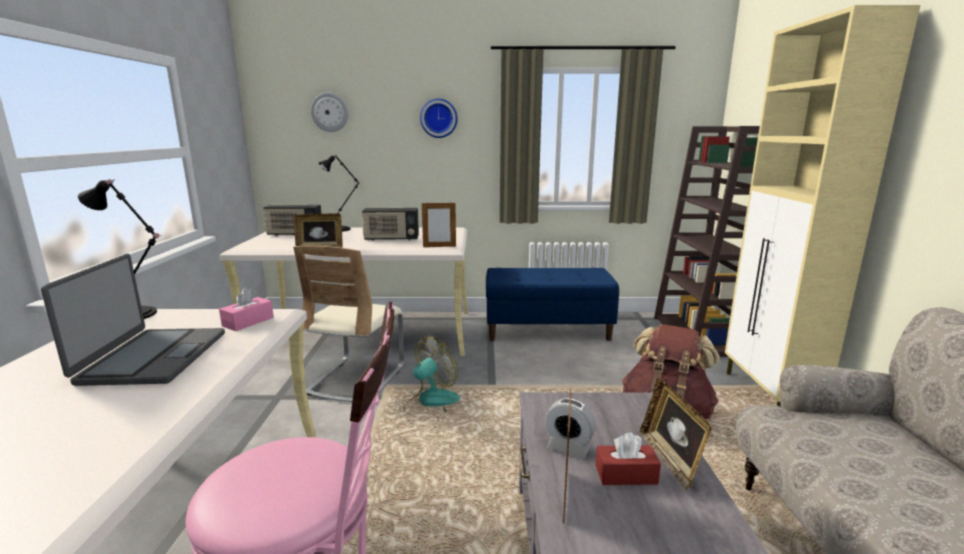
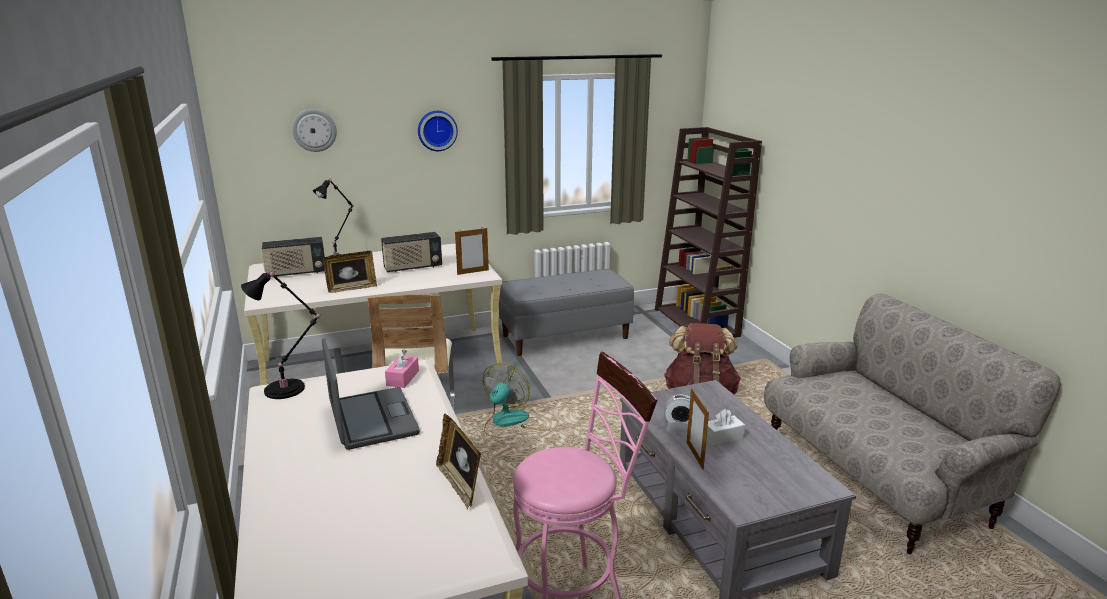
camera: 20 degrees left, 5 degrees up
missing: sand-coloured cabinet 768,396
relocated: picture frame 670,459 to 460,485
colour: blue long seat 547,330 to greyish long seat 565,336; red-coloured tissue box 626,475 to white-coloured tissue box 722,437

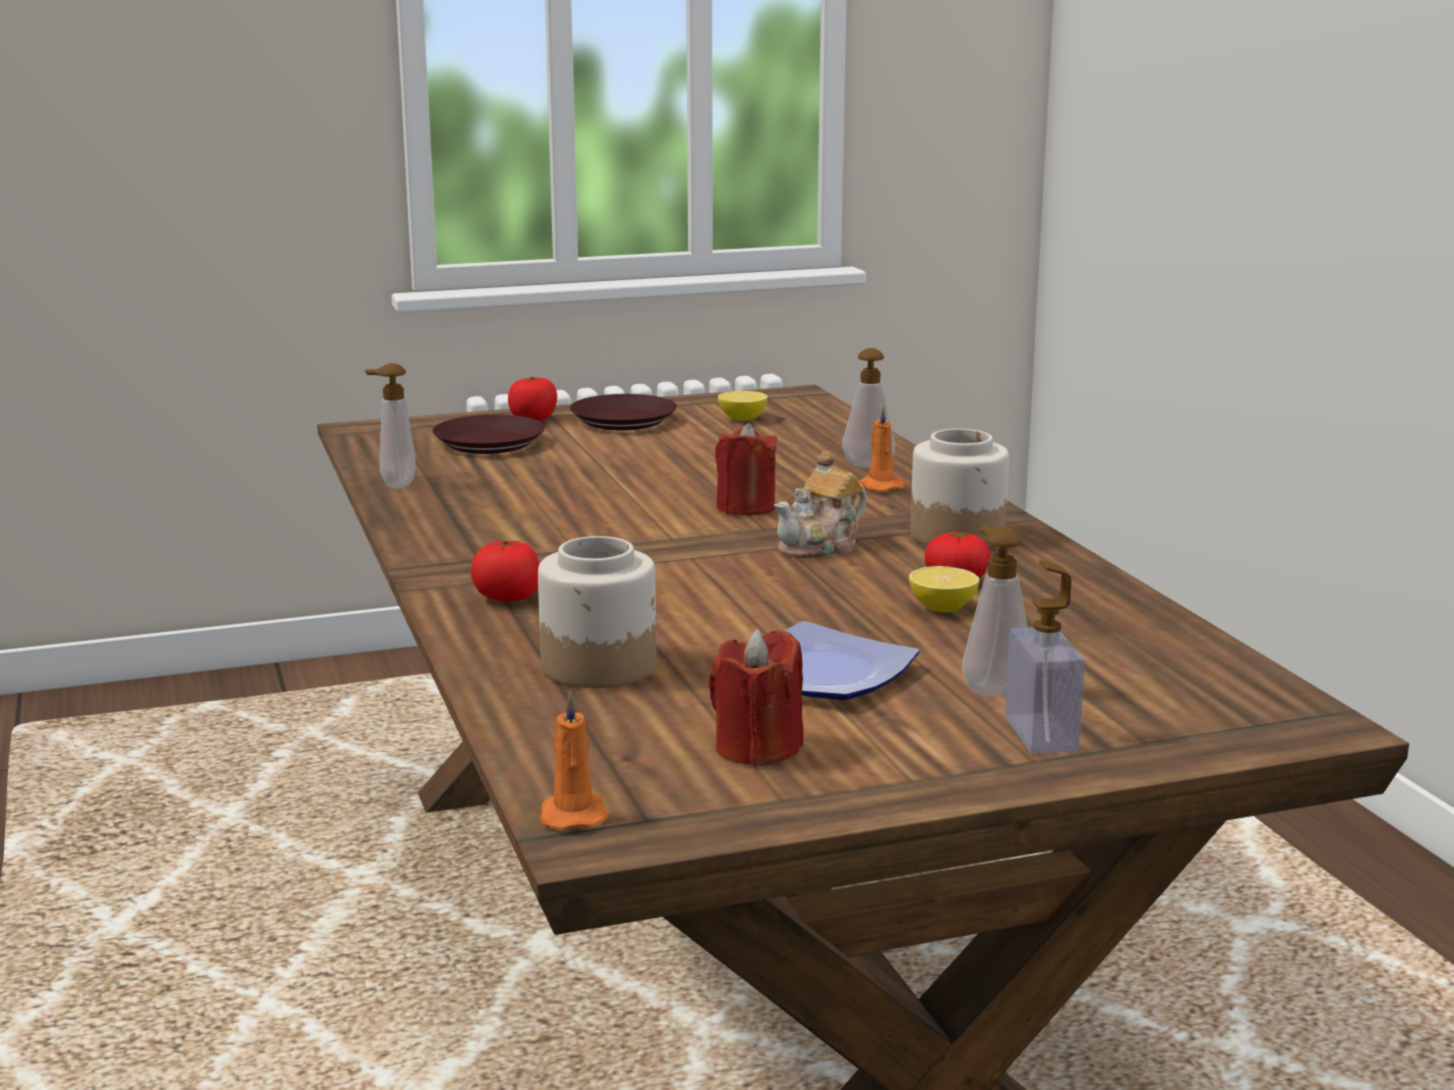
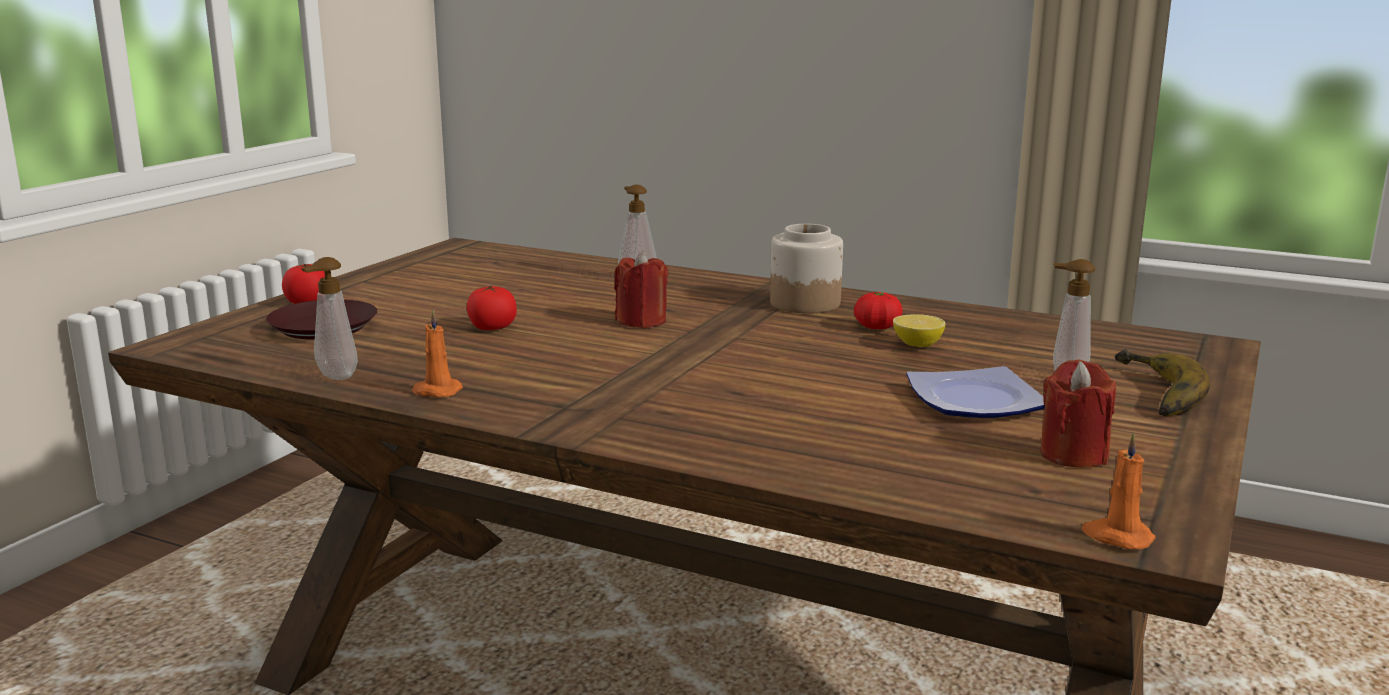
camera: 45 degrees left, 0 degrees up
missing: lemon 742,419; brownish flat dish 622,421; pot for tea 821,546; storage jar 600,666
relocated: orange wax light 879,486 to 436,391; tomato 507,598 to 492,328
exchanged: liquid soap bottle 1040,734 to banana fruit 1149,392

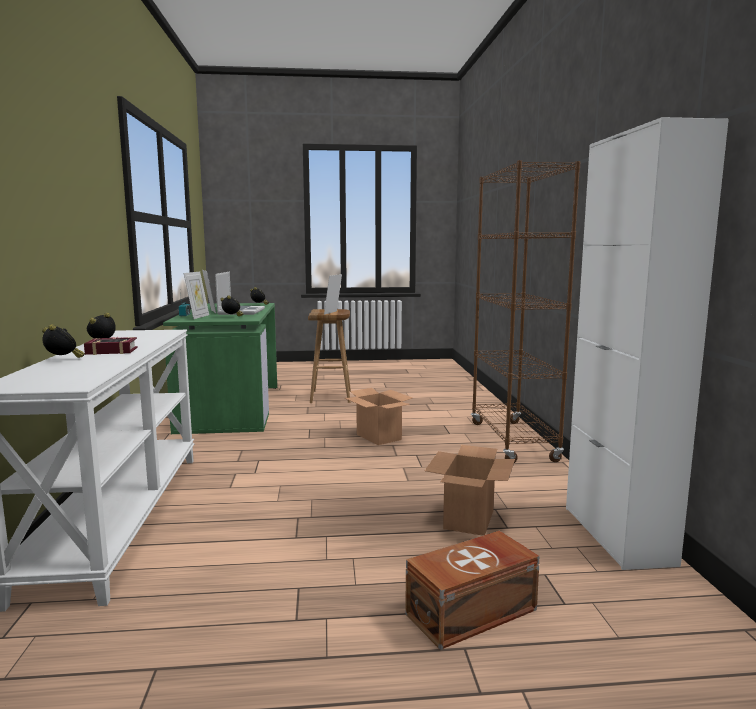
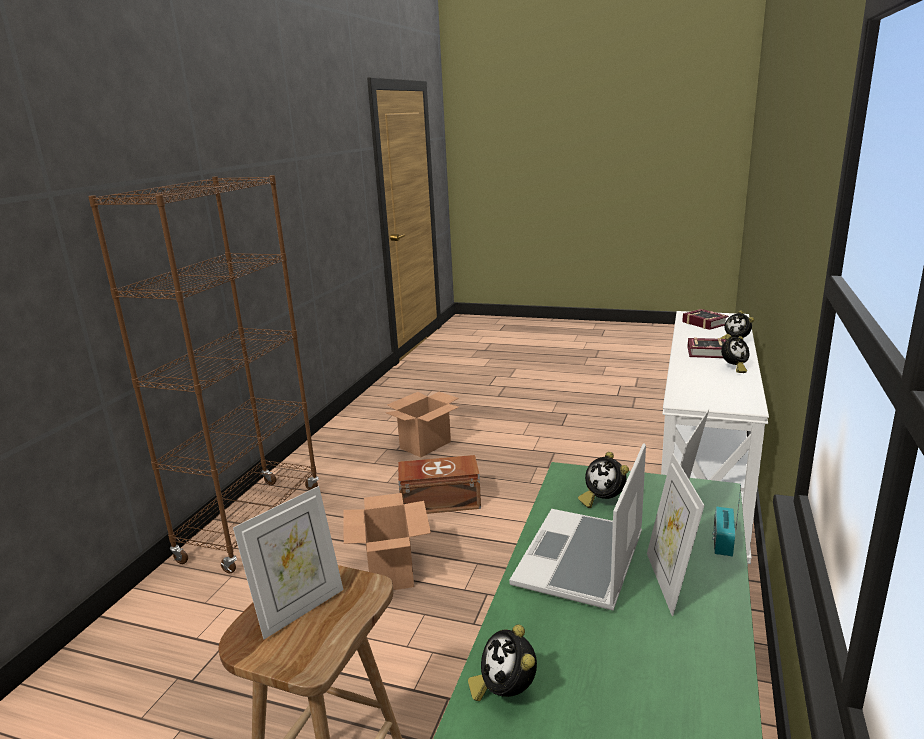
camera: 155 degrees left, 10 degrees up
missing: white-coloured cabinet 617,535
appeared: volume 704,323
relocated: brownish storage box 474,612 to 438,501

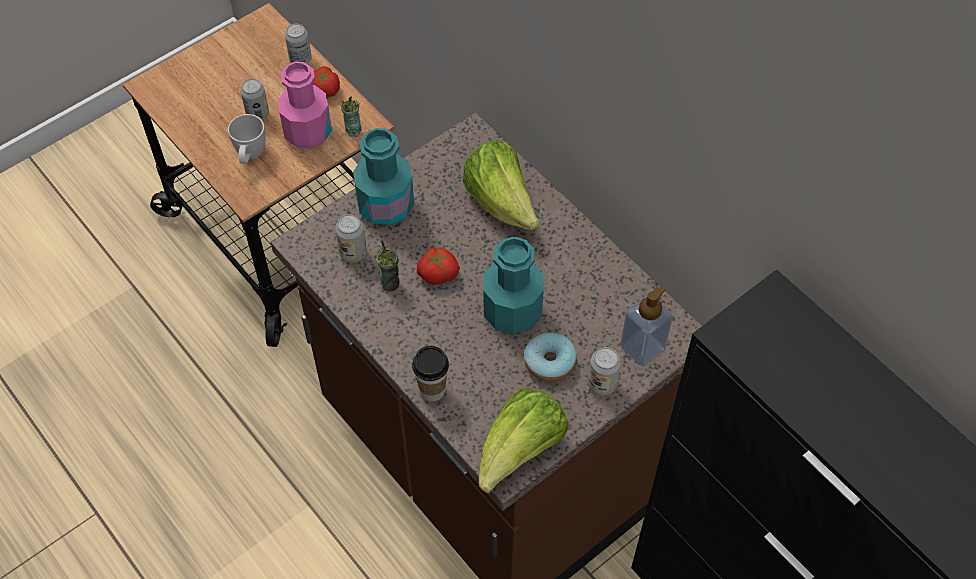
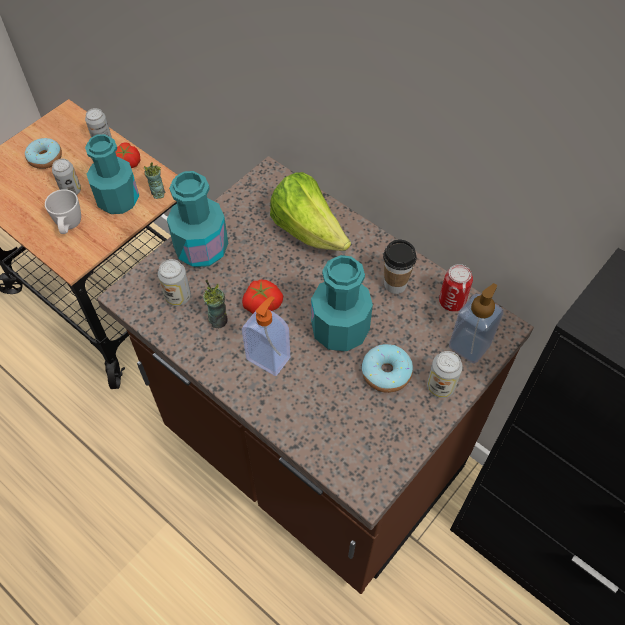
camera: 10 degrees left, 0 degrees up
missing: head of lettuce 520,451
appeared: doughnut 45,158; can 452,301; liquid soap bottle 269,357
relocated: cup 432,390 to 395,284
colour: pinkish bottle 308,132 to turquoise-coloured bottle 118,200

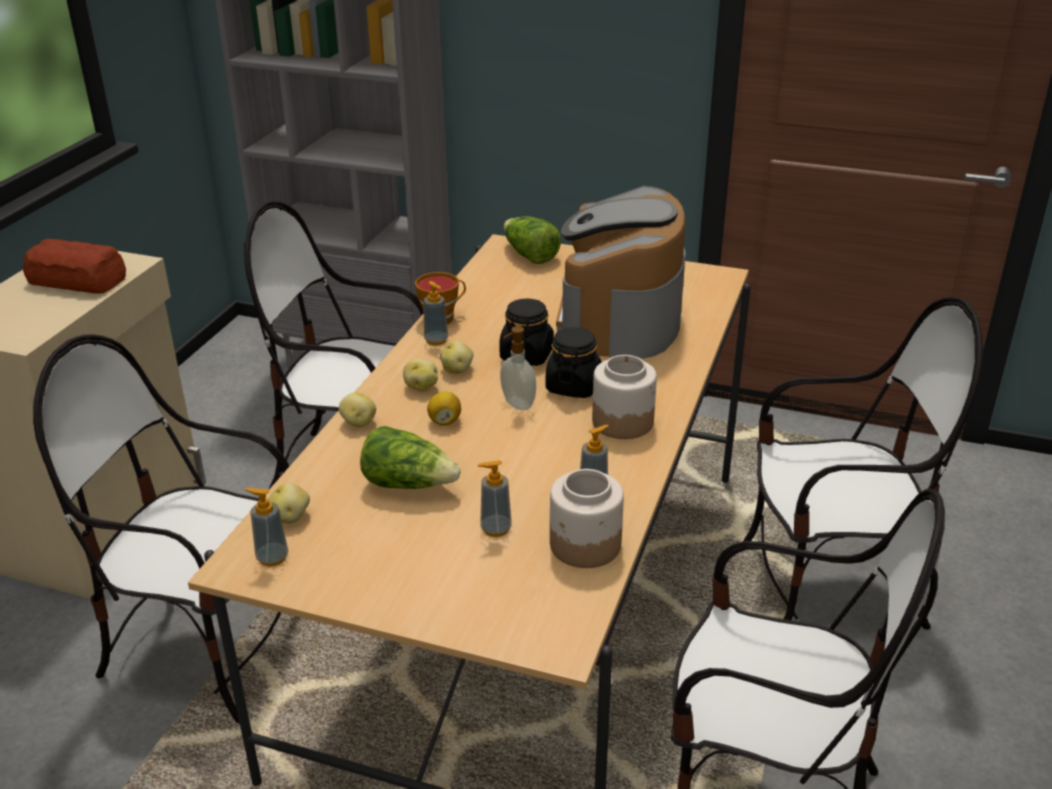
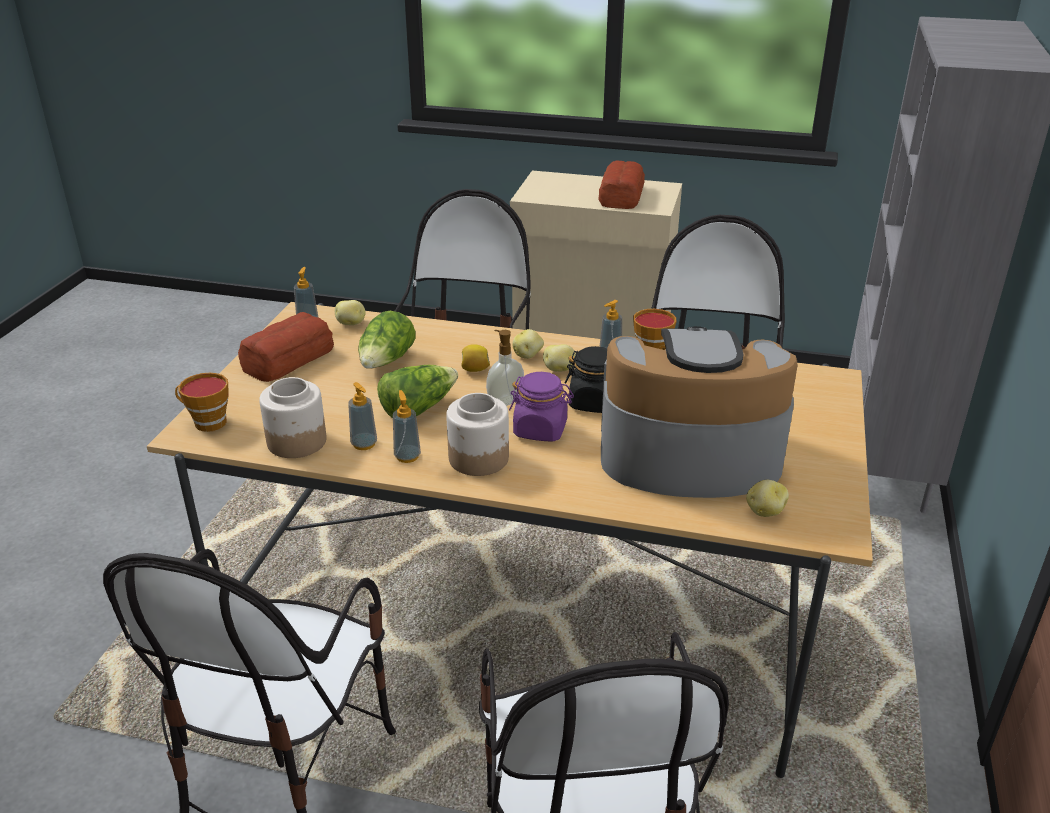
camera: 85 degrees right, 0 degrees up
appeared: baked bread 287,359; cup 206,422
relocated: head of lettuce 529,255 to 418,408; whole potato 358,423 to 764,511; liquid soap bottle 495,529 to 407,456
colour: black storage jar 573,386 to purple-coloured storage jar 540,429

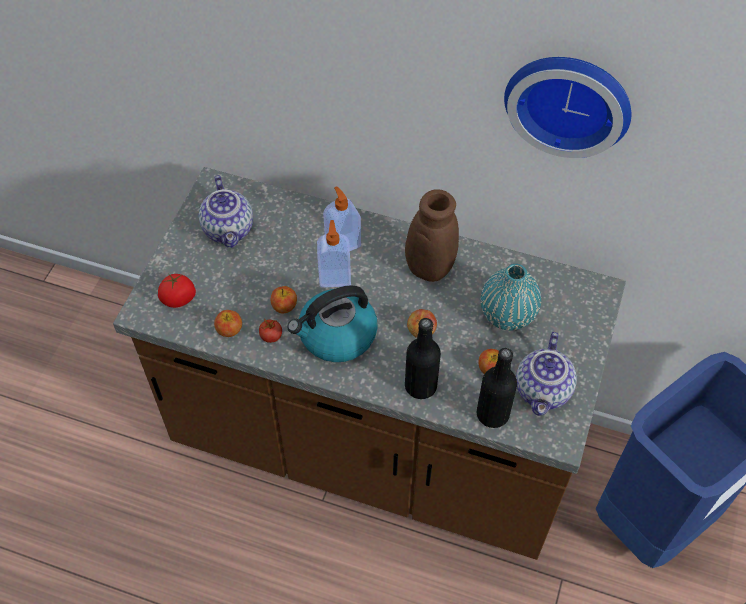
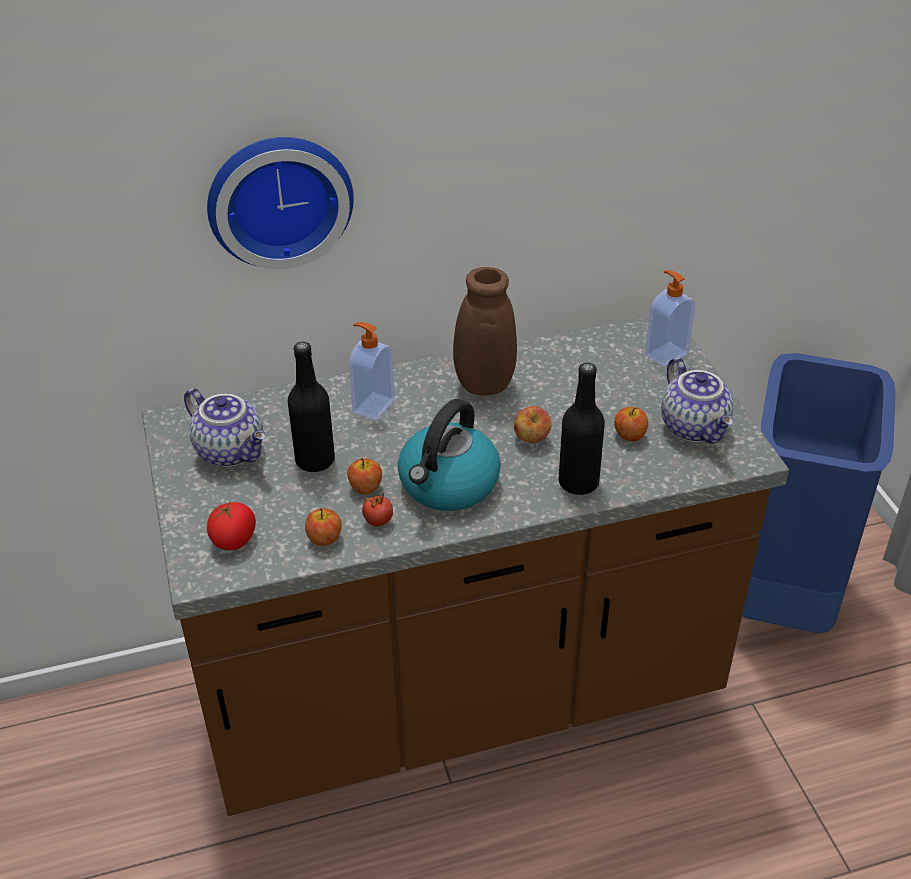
camera: 35 degrees left, 15 degrees down
missing: turquoise-coloured flower vase 507,314
relocated: hanging clock 569,99 to 278,198; liquid soap bottle 335,277 to 665,354; black bottle 492,414 to 315,460

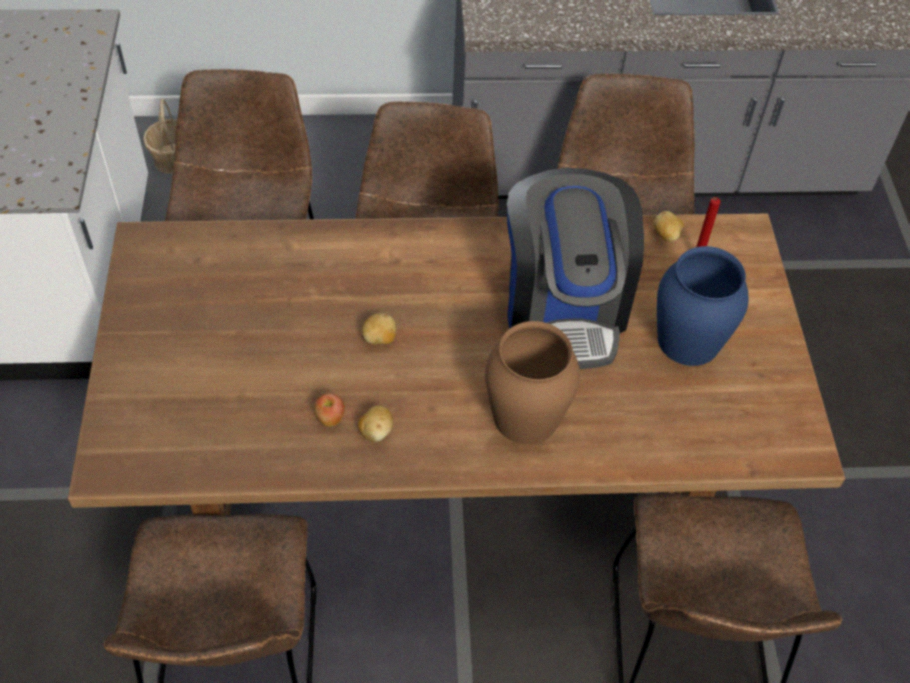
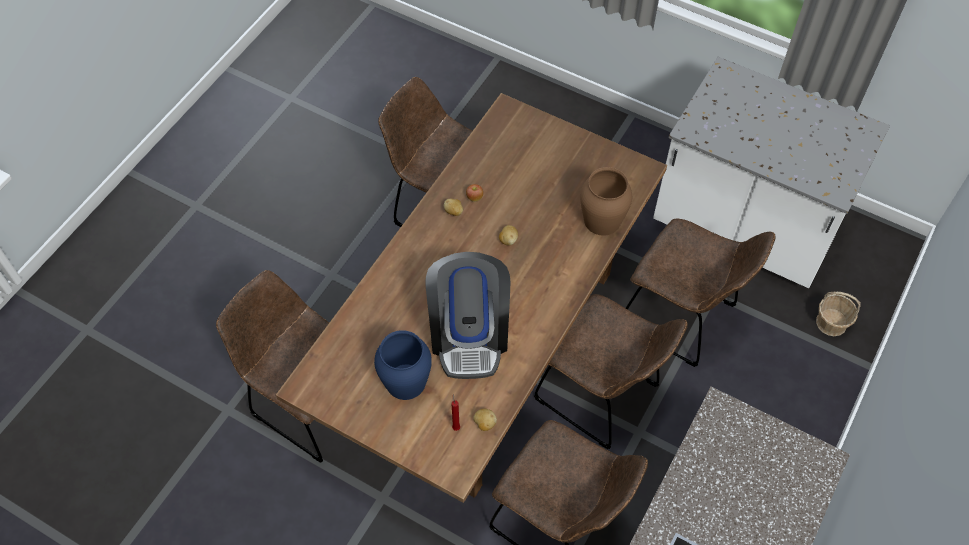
camera: 125 degrees right, 5 degrees up
relocated: brownish flower vase 526,417 to 601,220
spun: coffee maker 564,308 = 469,334 120 degrees counterclockwise

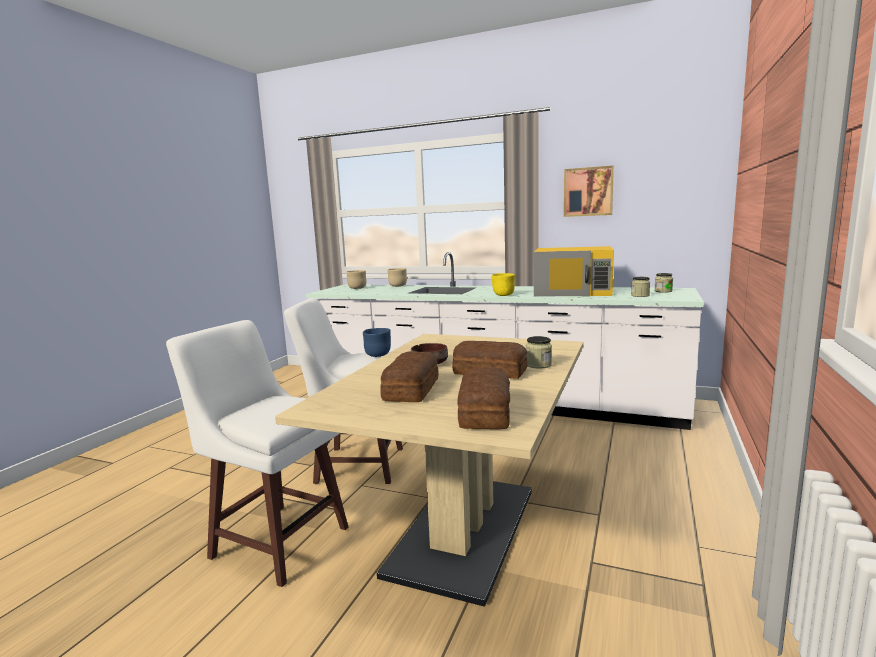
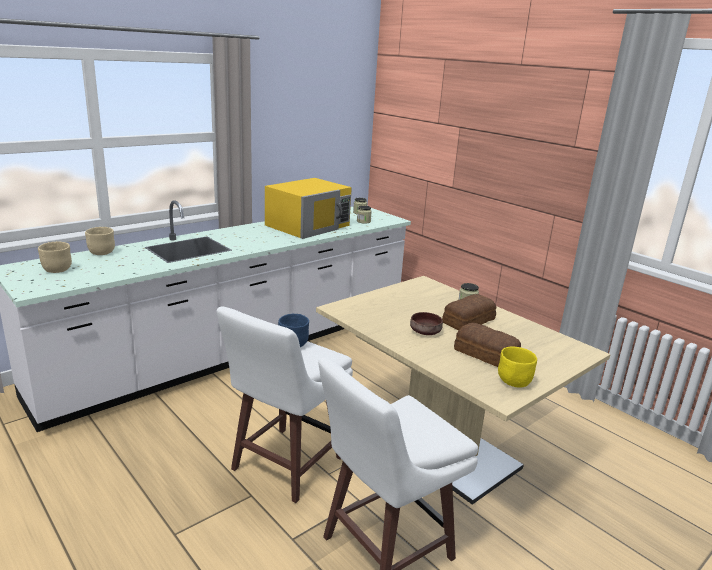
camera: 65 degrees left, 10 degrees up
missing: wall art 588,192; baked bread 486,412
relocated: yellow-coloured bowl 503,295 to 513,383

